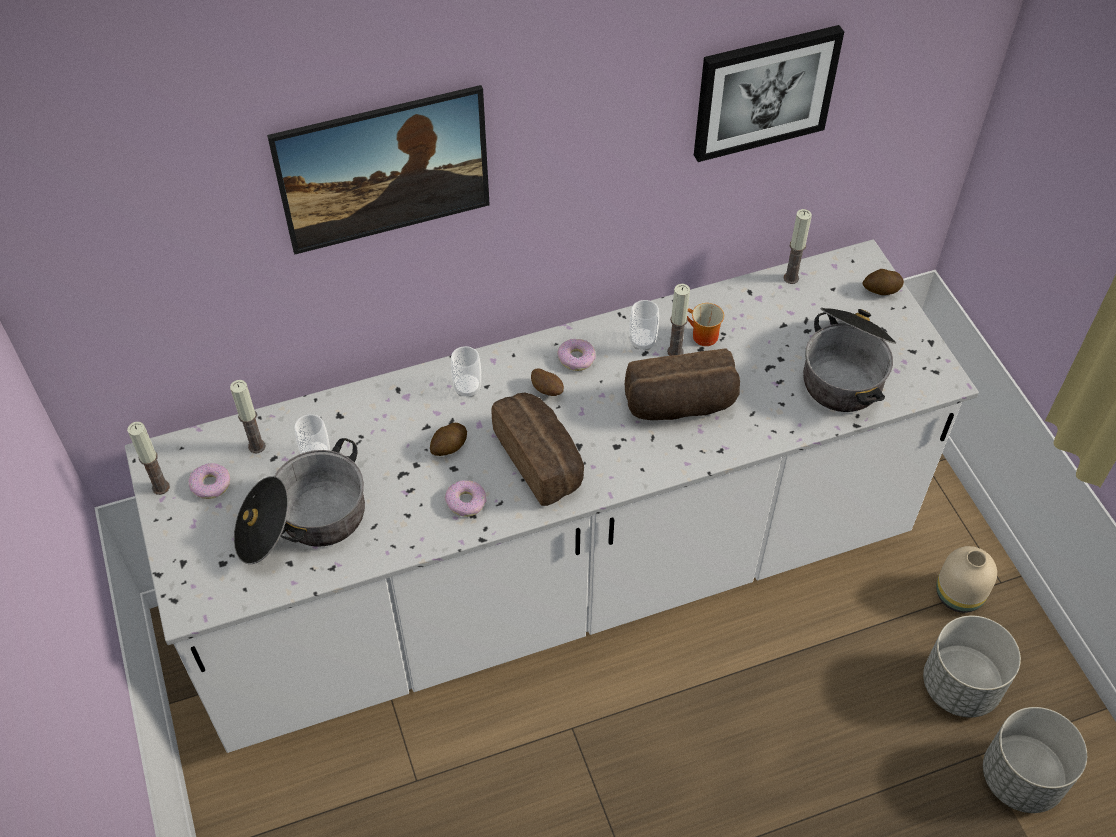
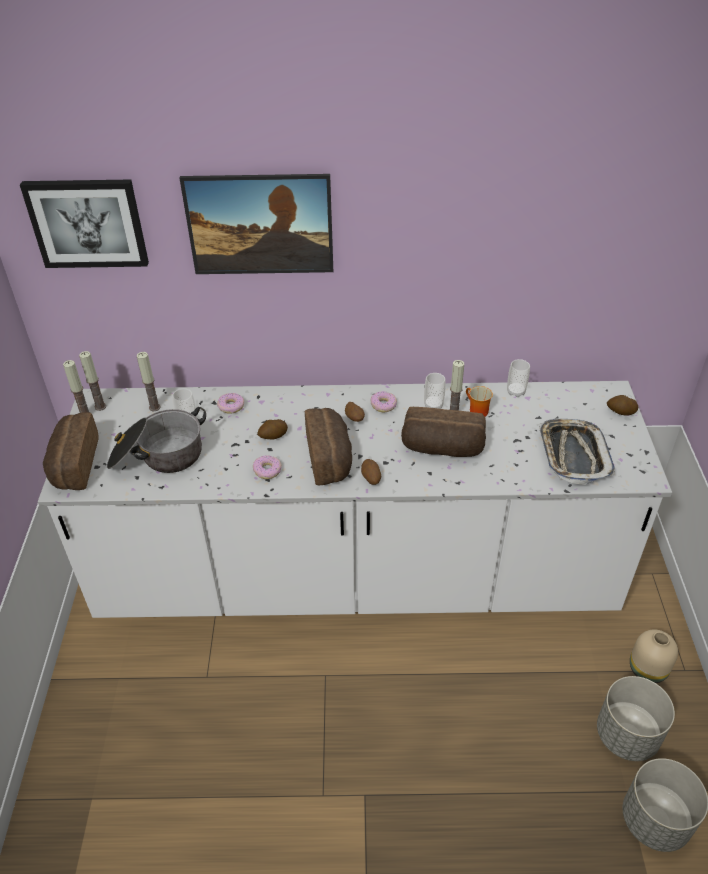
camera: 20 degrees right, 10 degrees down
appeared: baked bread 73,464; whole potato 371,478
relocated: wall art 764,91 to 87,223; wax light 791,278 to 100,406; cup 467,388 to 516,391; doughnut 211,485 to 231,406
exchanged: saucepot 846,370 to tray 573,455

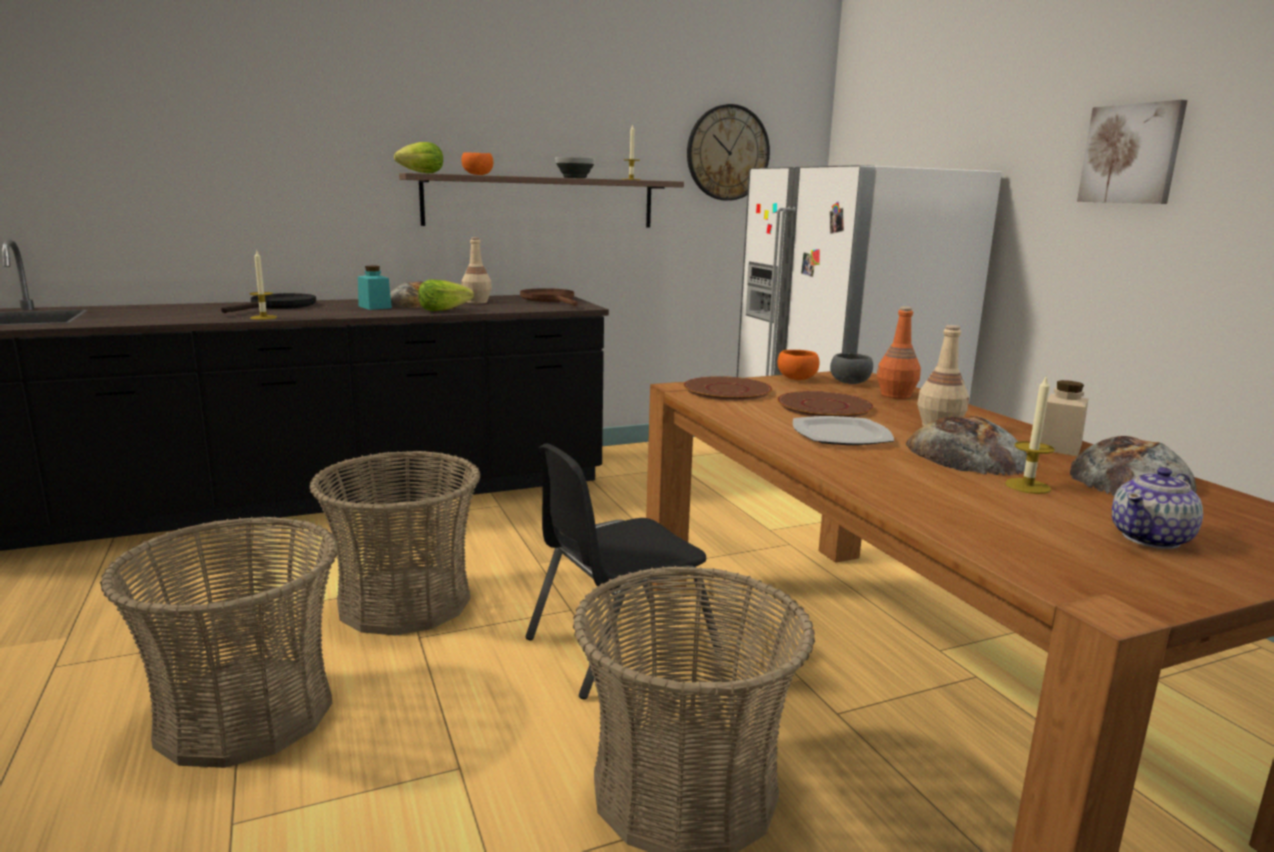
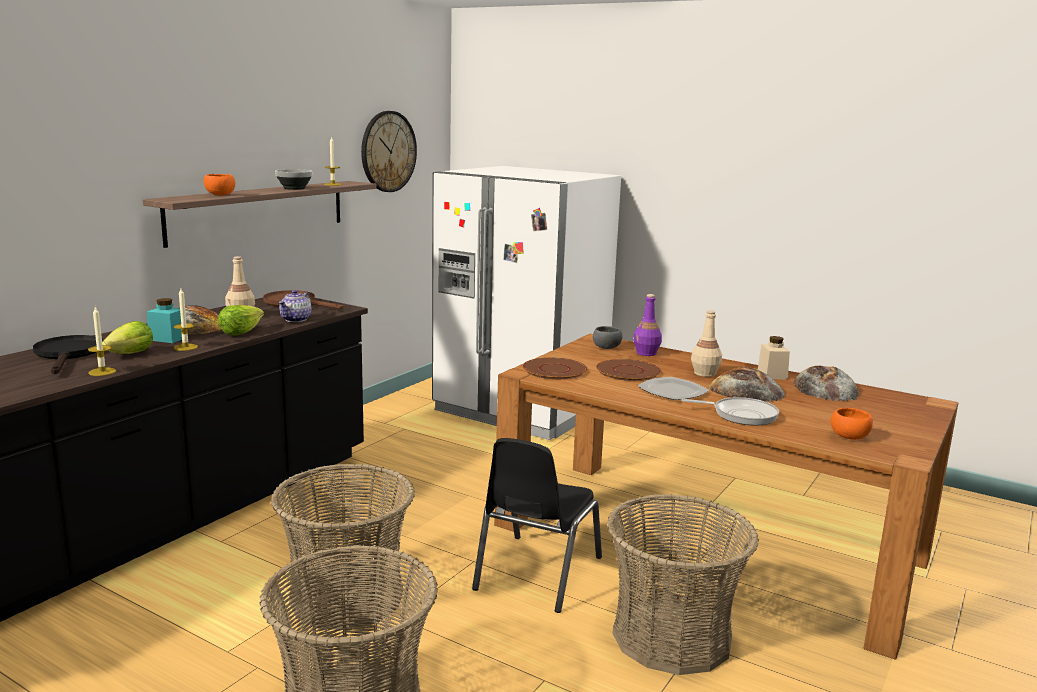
camera: 35 degrees left, 0 degrees up
missing: wall art 1131,154
appeared: skillet 741,415
relocated: head of lettuce 419,173 to 128,355; orange bowl 796,379 to 850,437; wax light 1027,486 to 185,347; pot for tea 1151,538 to 296,319
colour: orange bottle 896,395 to purple-coloured bottle 646,353

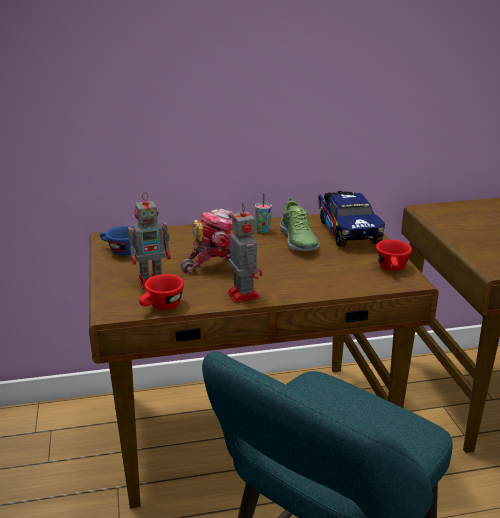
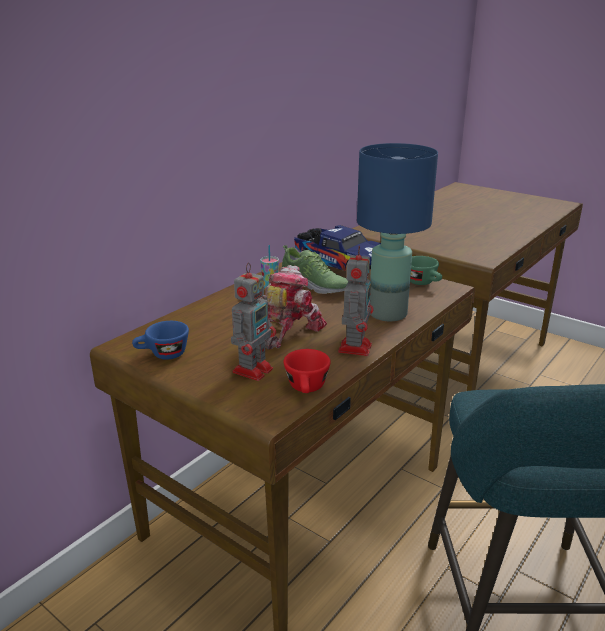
camera: 40 degrees left, 0 degrees up
appeared: blue tabletop lamp 386,313
colour: red-coloured cup 392,269 to greenish cup 424,283
spun: toy robot 243,294 = 355,347 75 degrees clockwise

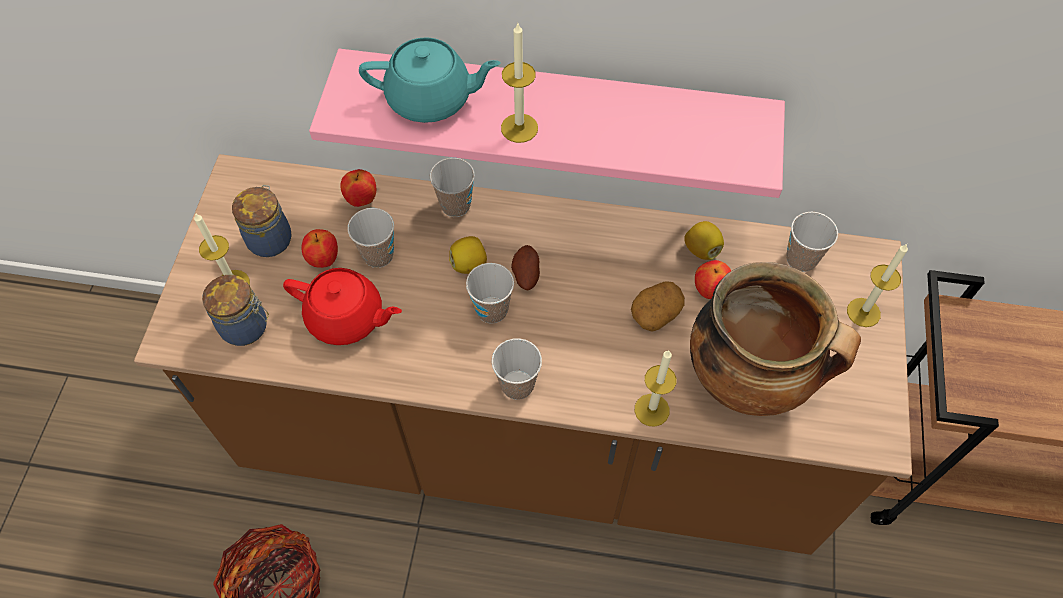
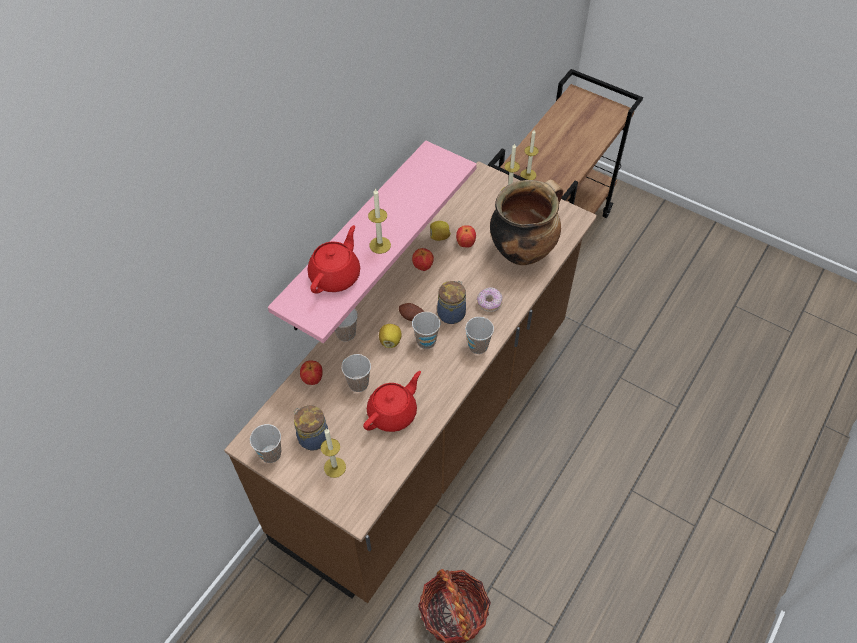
camera: 65 degrees left, 5 degrees down
missing: whole potato 655,312
appeared: doughnut 489,303
relocated: cup 801,259 to 271,454; whole apple 324,260 to 423,267; storage jar 247,327 to 452,313; wax light 652,410 to 528,175
colour: turquoise-coloured pot for tea 431,99 to red-coloured pot for tea 336,275

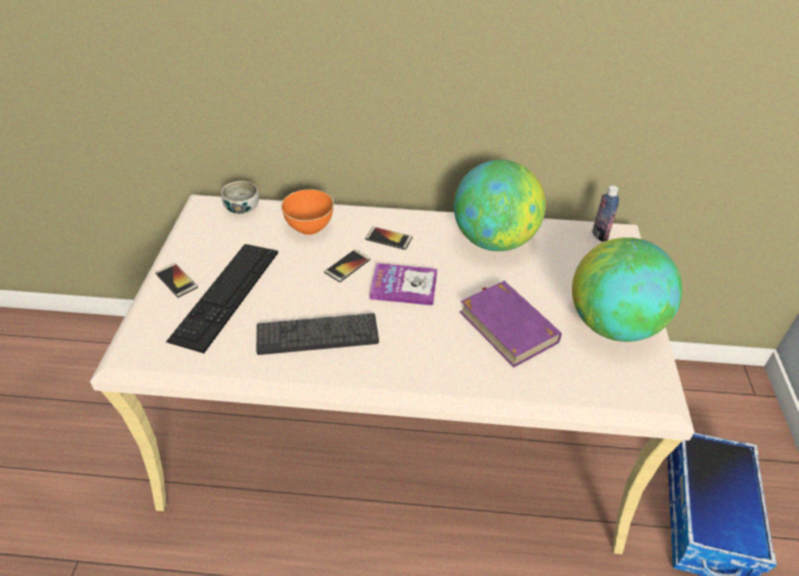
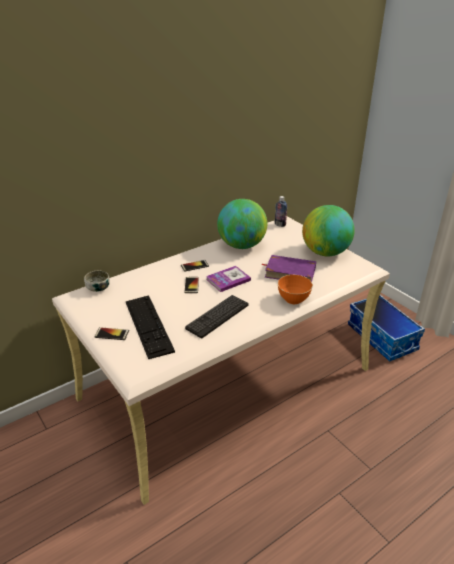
camera: 40 degrees left, 10 degrees down
relocated: orange bowl 309,227 to 293,299

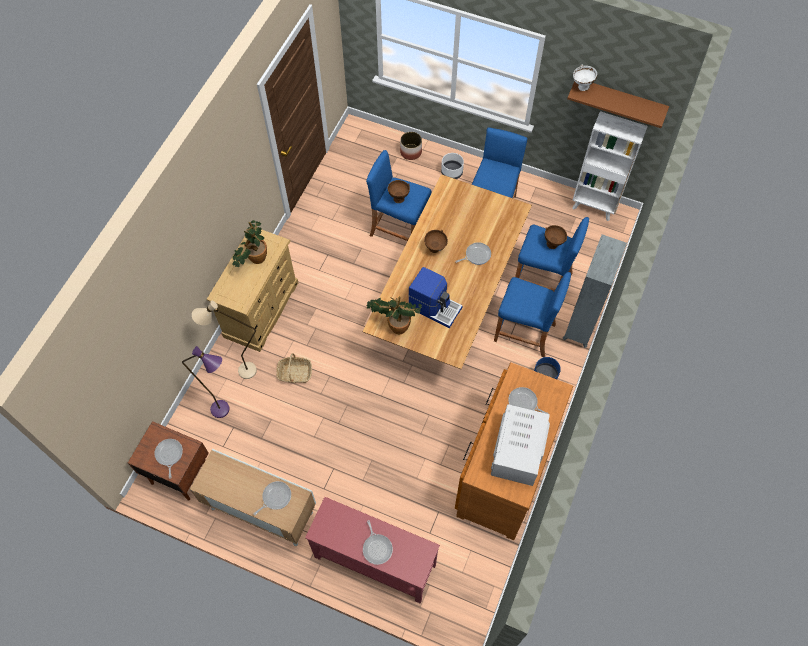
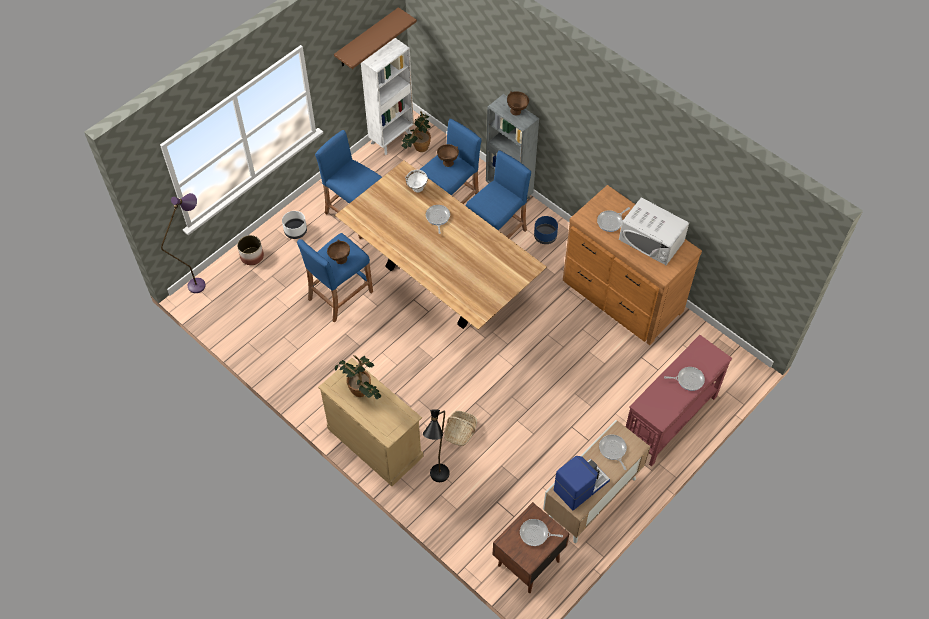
camera: 70 degrees left, 5 degrees down
relocated: white-coloured bowl 582,87 to 417,189; brownish bowl 435,249 to 517,111; coffee maker 435,307 to 580,485; plant in a pot 395,325 to 418,149; purple-coloured standing lamp 226,411 to 201,281
colour: sand-coloured standing lamp 240,372 to black standing lamp 438,480

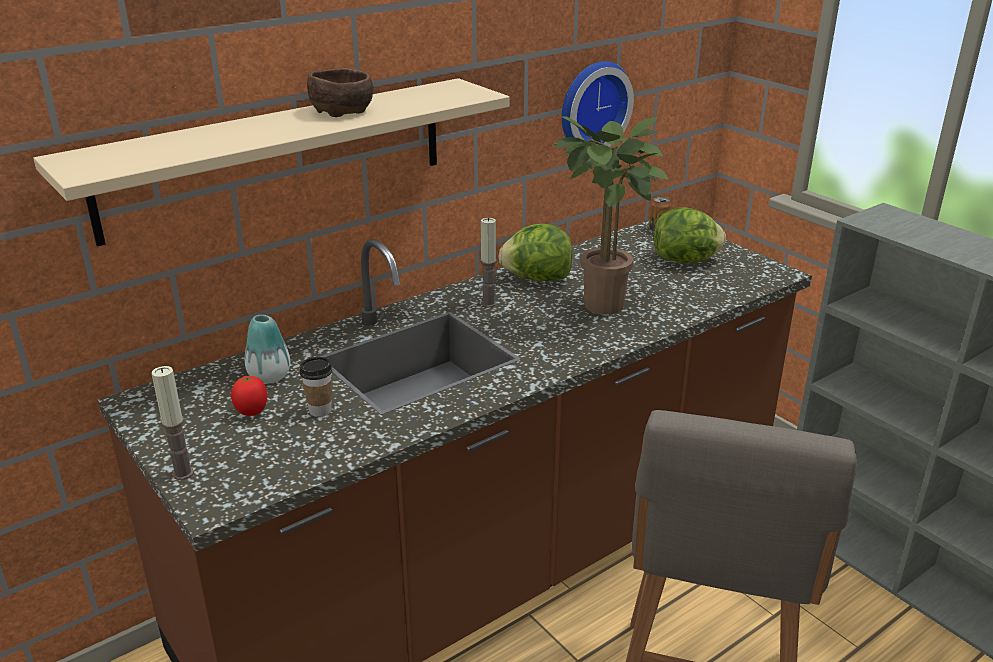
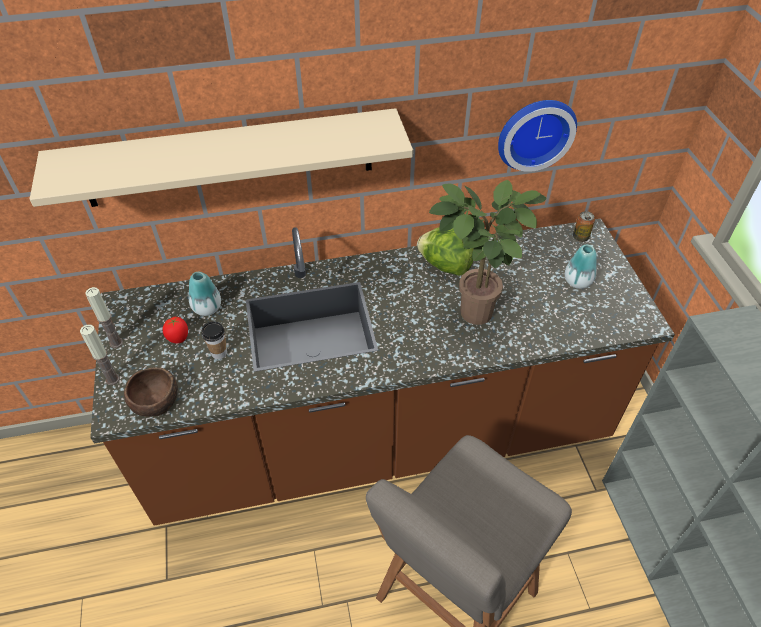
camera: 25 degrees right, 20 degrees up
relocated: brownish bowl 343,110 to 156,400; wax light 488,303 to 116,342
exchanged: head of lettuce 685,260 to flower vase 577,281

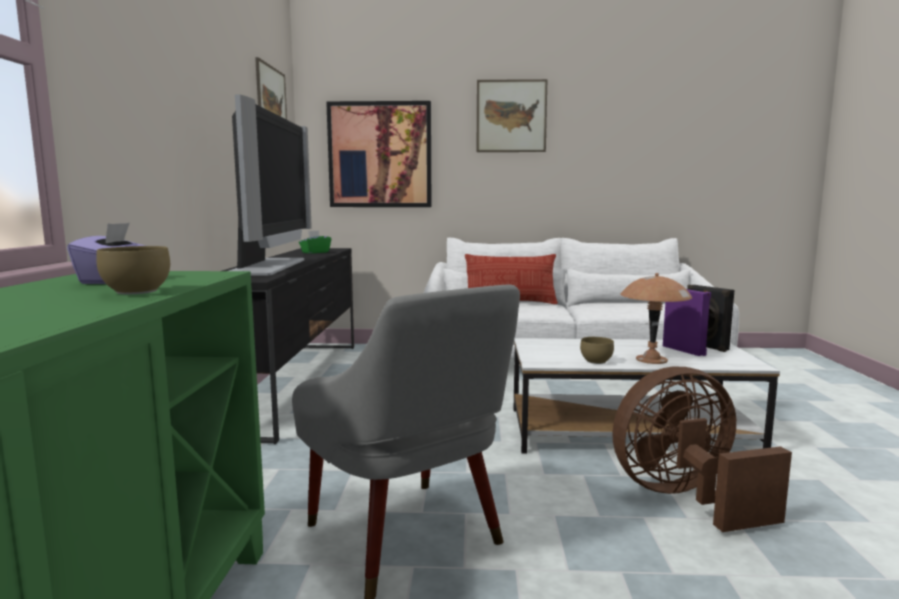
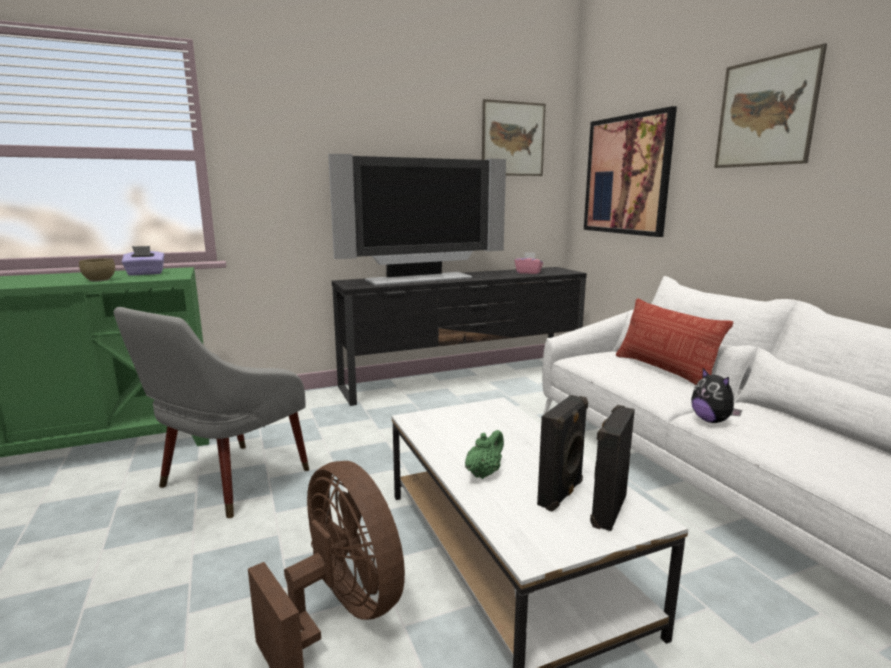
camera: 65 degrees right, 5 degrees up
missing: brownish bowl 596,361
appeared: plush toy 711,420
exchanged: brownish tabletop lamp 651,359 to greenish pot for tea 484,473
colour: greenish tissue box 315,252 to pinkish tissue box 528,272; purple-coloured speaker 684,350 to black speaker 562,494

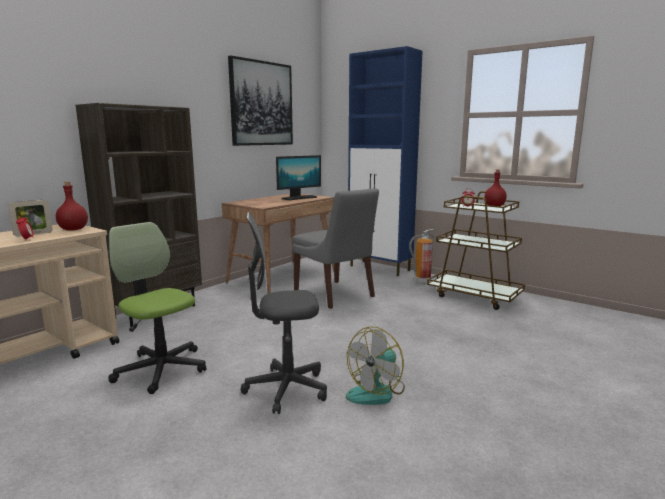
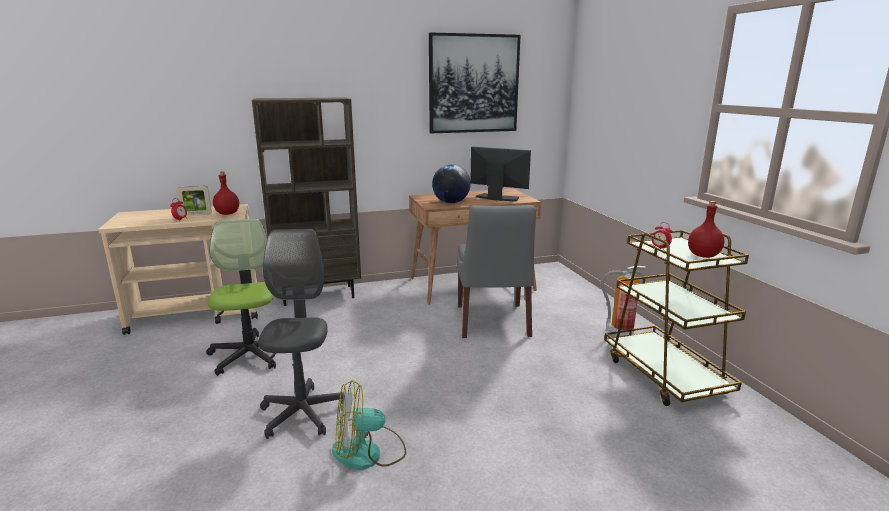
camera: 35 degrees right, 5 degrees up
missing: blue cabinet 380,268
appeared: globe 451,202
spun: monitor 299,198 = 497,198 150 degrees counterclockwise; greyish desk chair 286,389 = 303,414 60 degrees clockwise

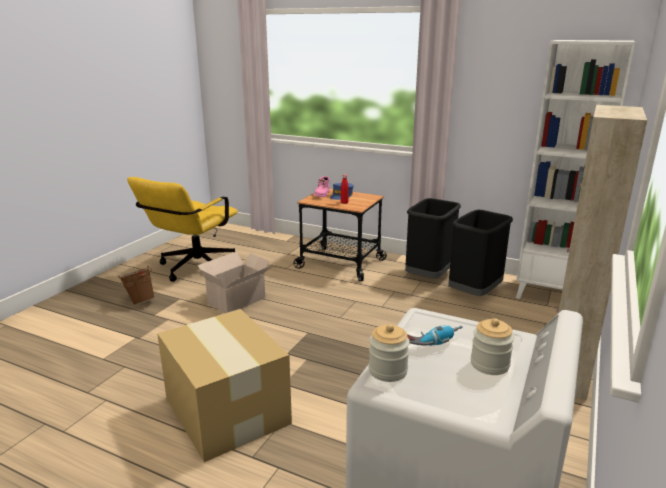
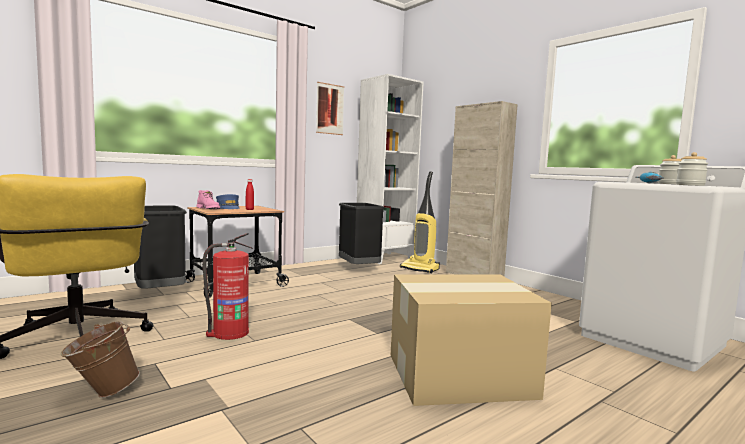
camera: 65 degrees left, 15 degrees down
appeared: wall art 330,109; hoover 420,269
relocated: black waste bin 429,277 to 160,292
exchanged: carton 238,300 to fire-fighting cylinder 229,333

